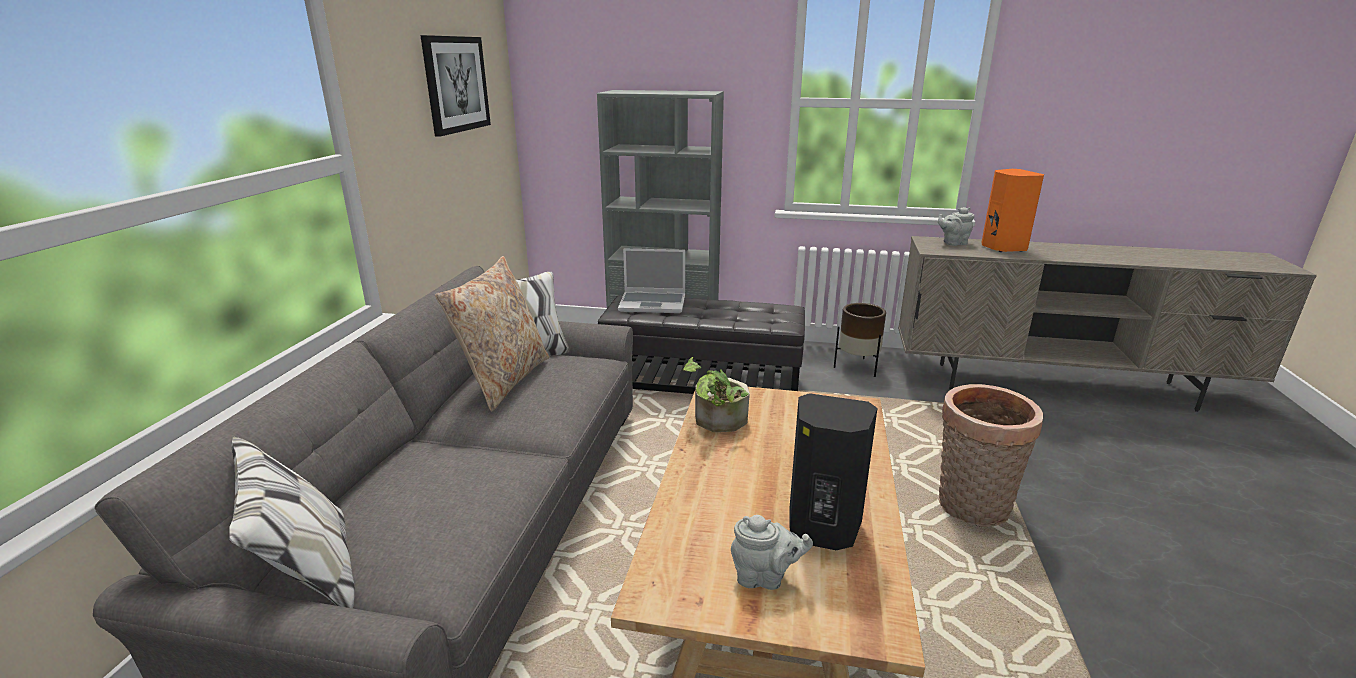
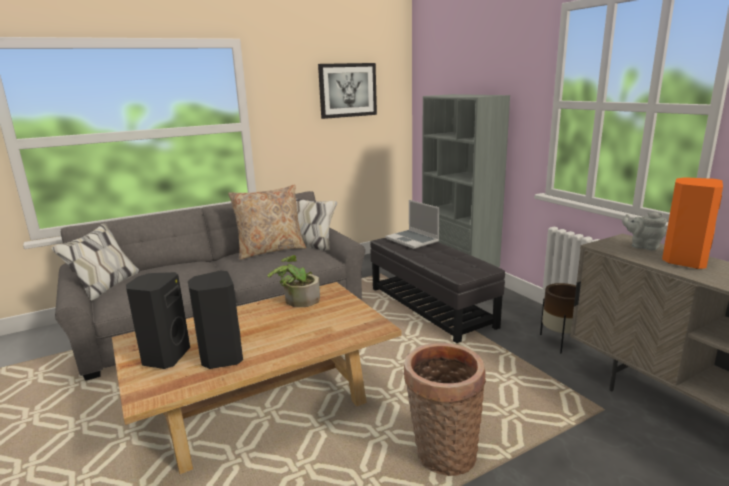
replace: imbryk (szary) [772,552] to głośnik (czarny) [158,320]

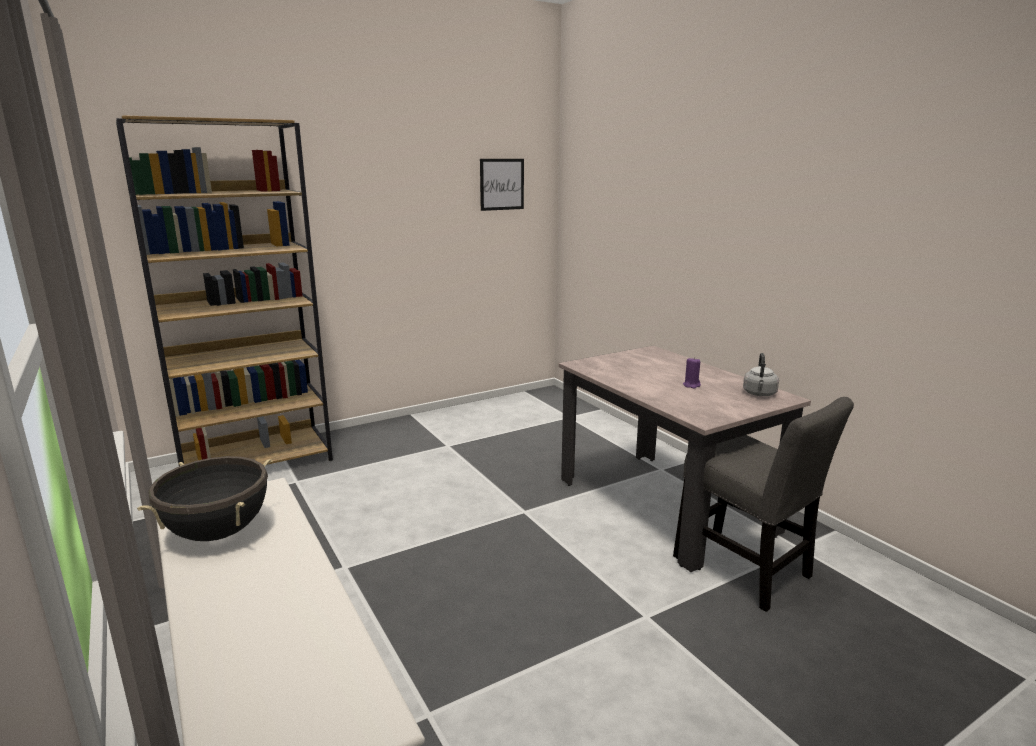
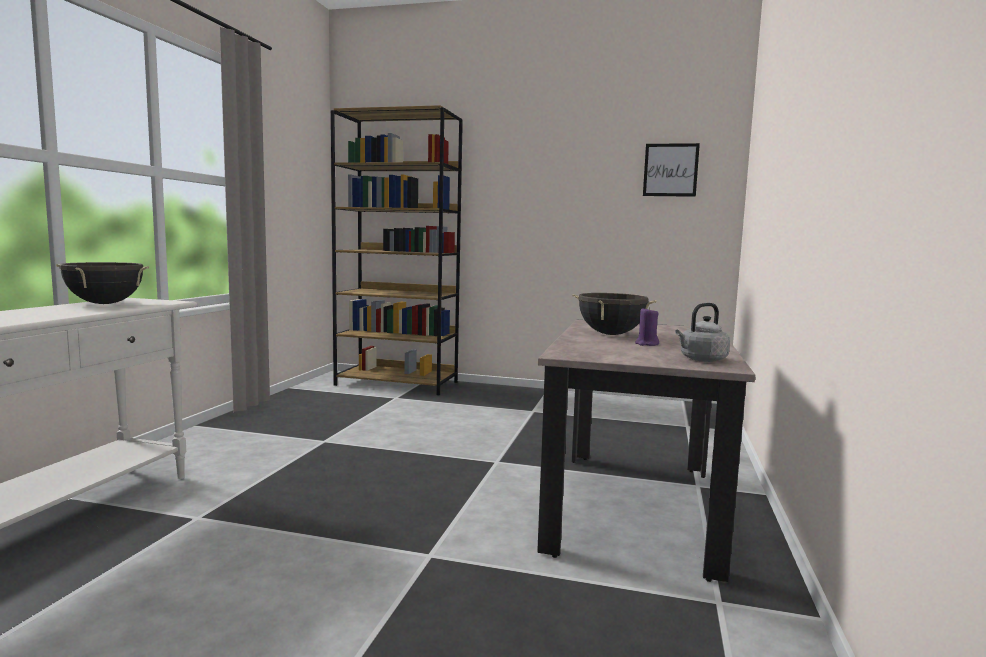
delete: krzesło (szary) [763,504]
insert: garnek (czarny) [614,314]

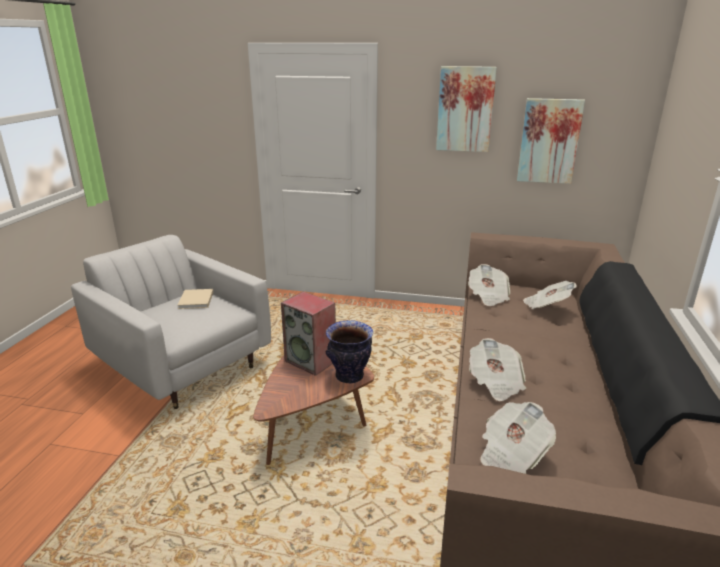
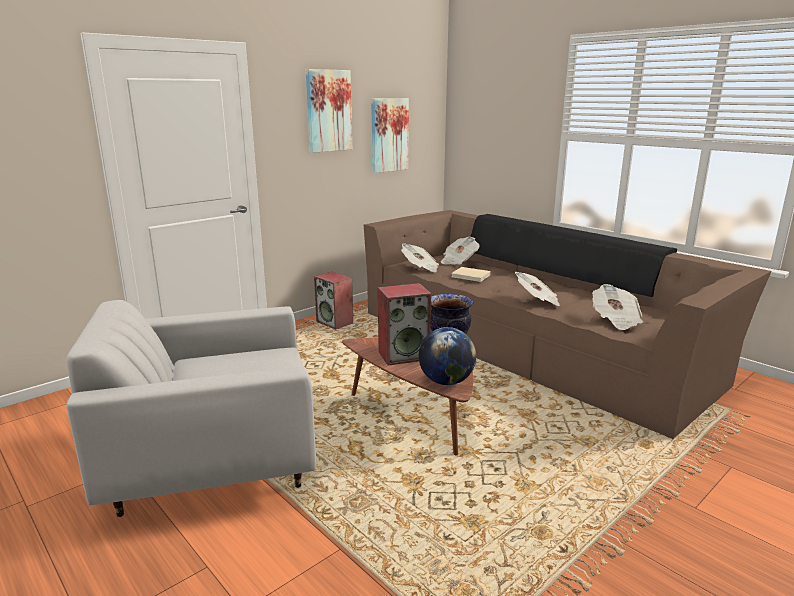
insert: głośnik [333,301]; globus [447,356]
move: książka (beżowy) [195,299] to [471,274]

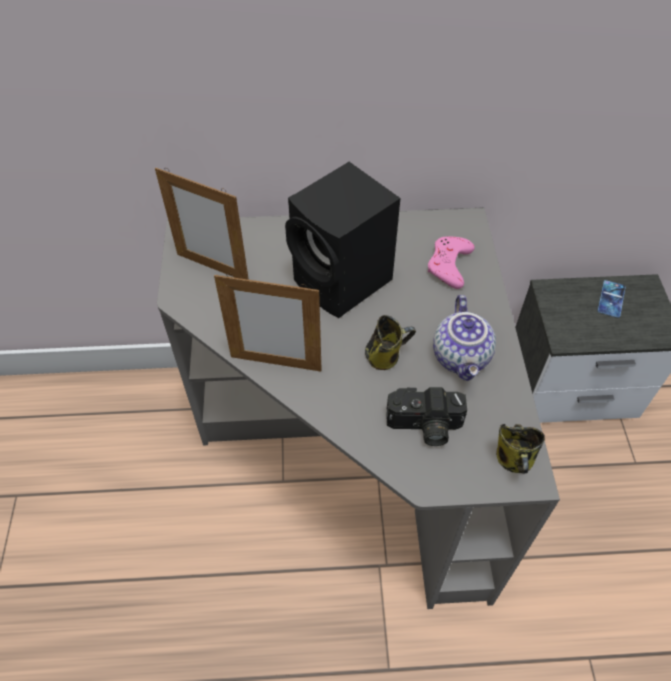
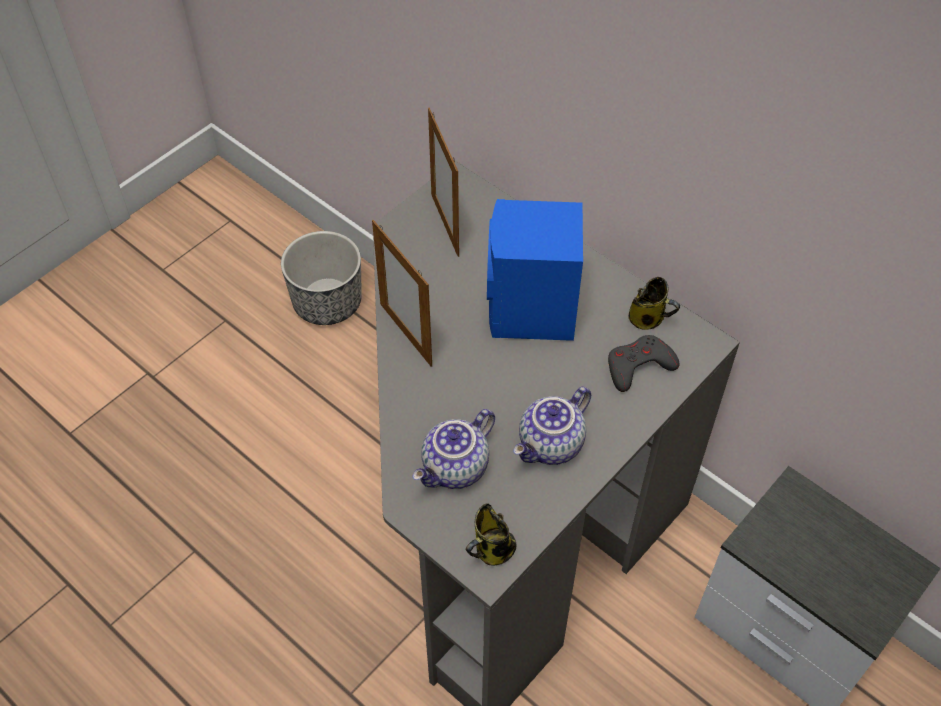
delete: telefon [612,299]
insert: donica [321,278]
move: kubek [390,342] to [654,303]
replace: aparat fotograficzny [426,416] to imbryk [454,449]
recolor: głośnik (czarny) [343,240] to głośnik (niebieski) [535,270]; pad do gier (różowy) [451,262] to pad do gier (szary) [643,363]

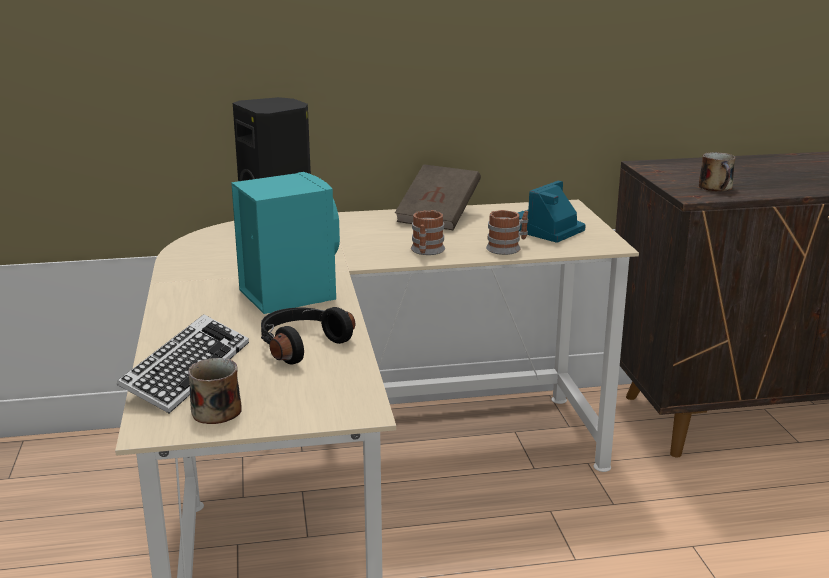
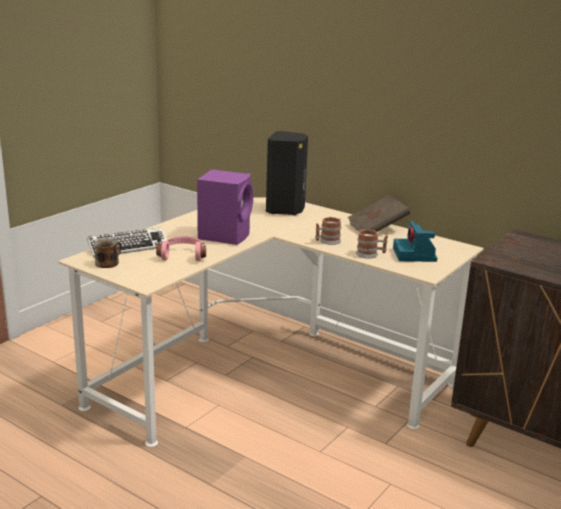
delete: kubek [717,171]
recolor: głośnik (turkusowy) [285,243] to głośnik (fioletowy) [225,207]; słuchawki (czarny) [308,335] to słuchawki (różowy) [181,248]
rotate: aparat fotograficzny [552,212] = [415,241] 90 degrees counterclockwise

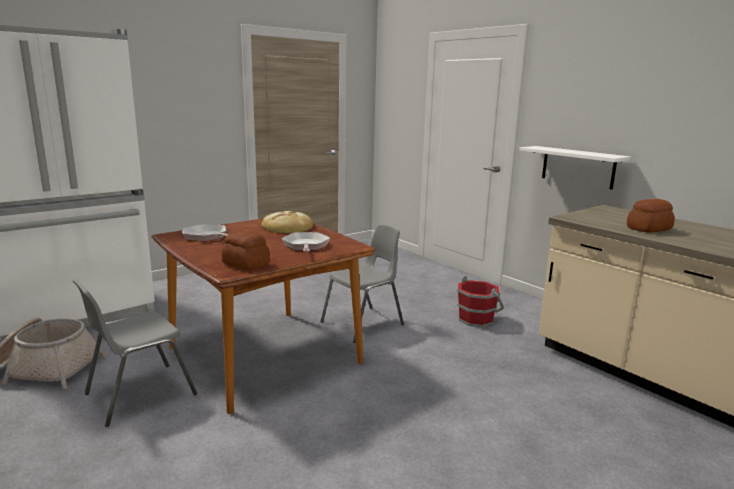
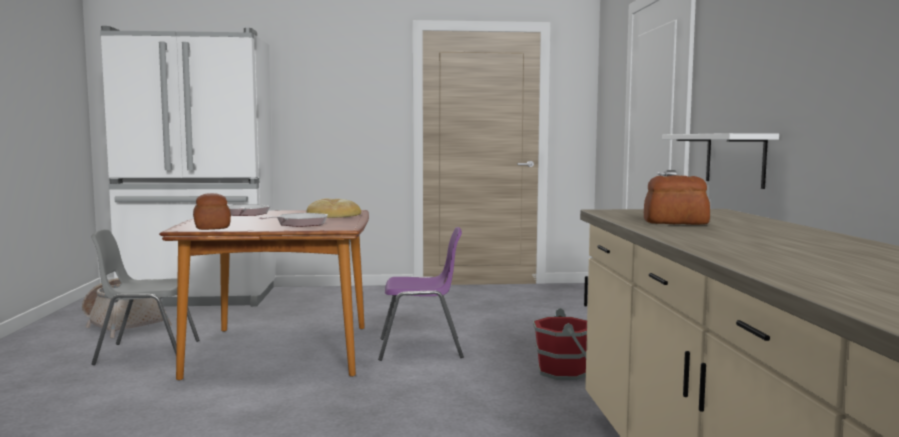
recolor: krzesło (szary) [362,283] to krzesło (fioletowy) [421,294]

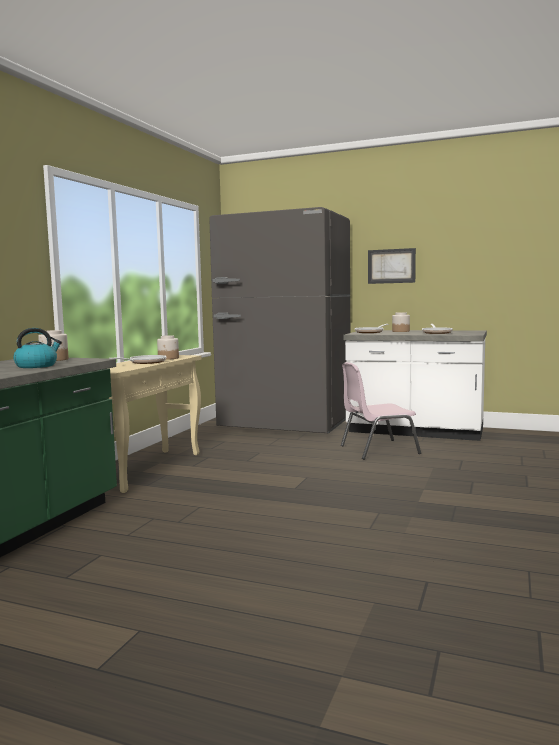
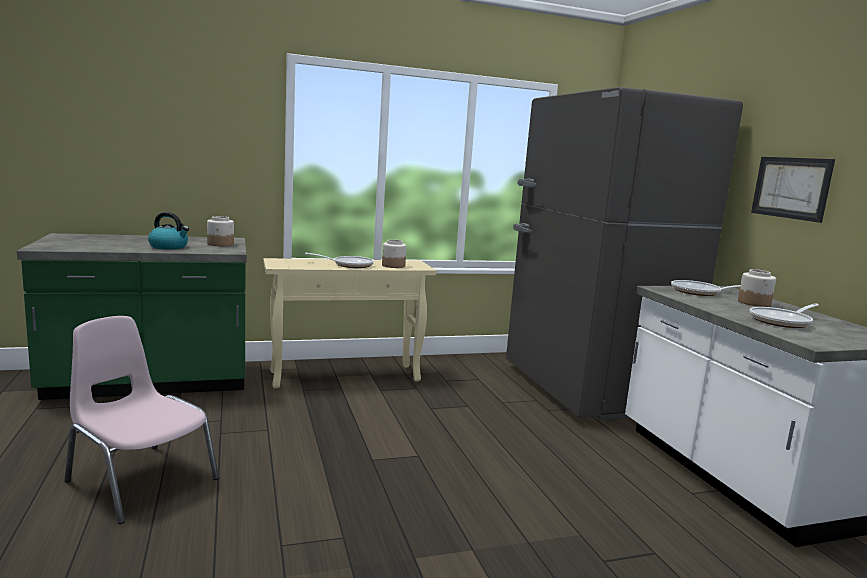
move: krzesło (różowy) [381,411] to [141,420]

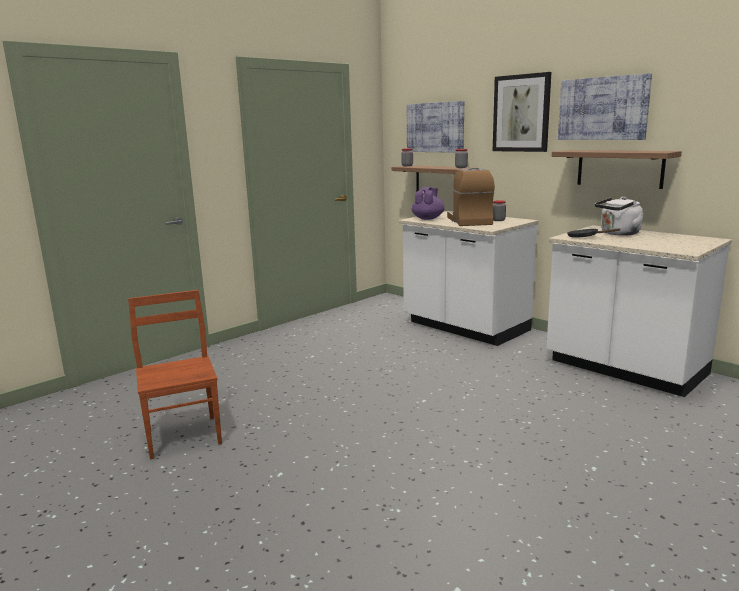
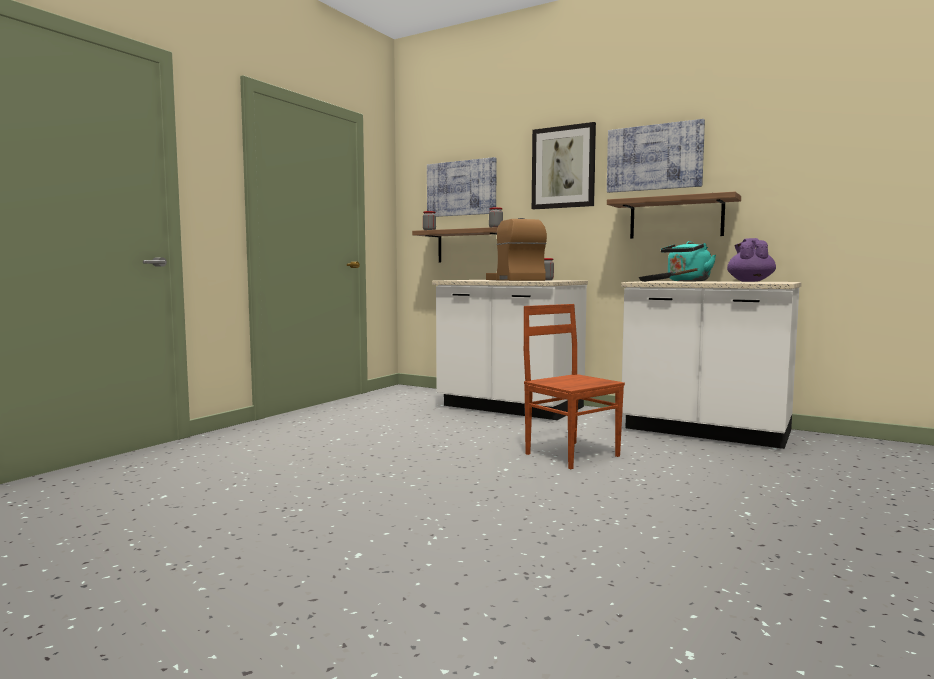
move: krzesło (brązowy) [175,374] to [574,386]; imbryk (fioletowy) [428,203] to [751,260]
recolor: czajnik (biały) [619,216] to czajnik (turkusowy) [688,261]

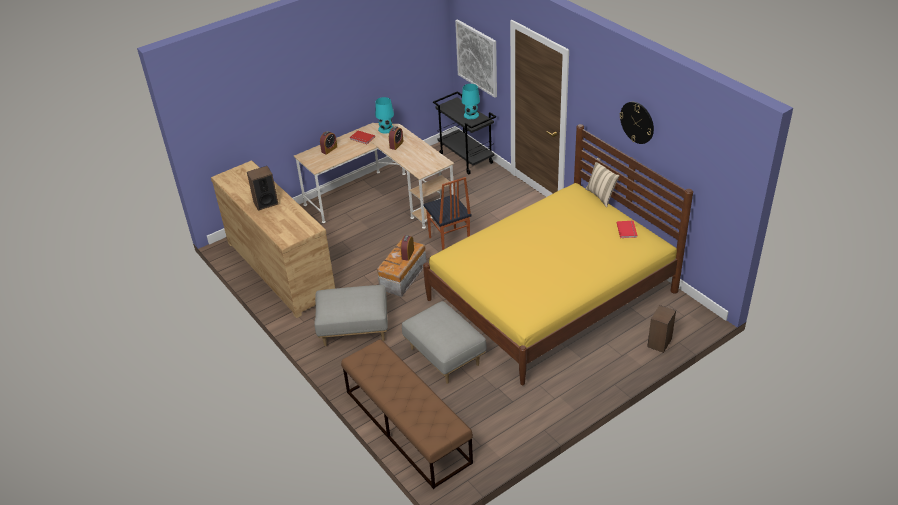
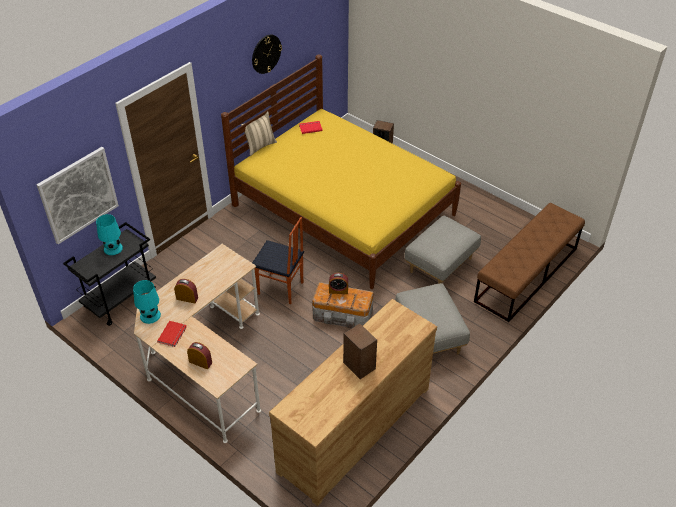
rotate: krzesło [447,213] = [278,260] 60 degrees clockwise

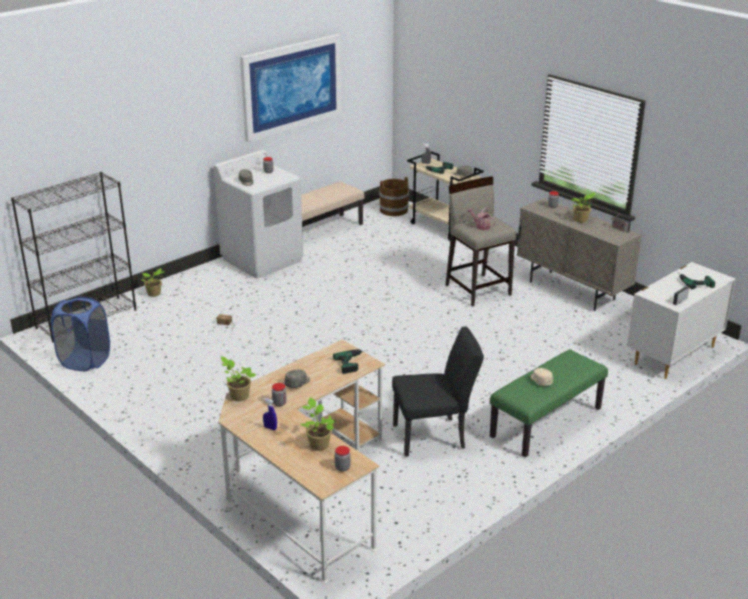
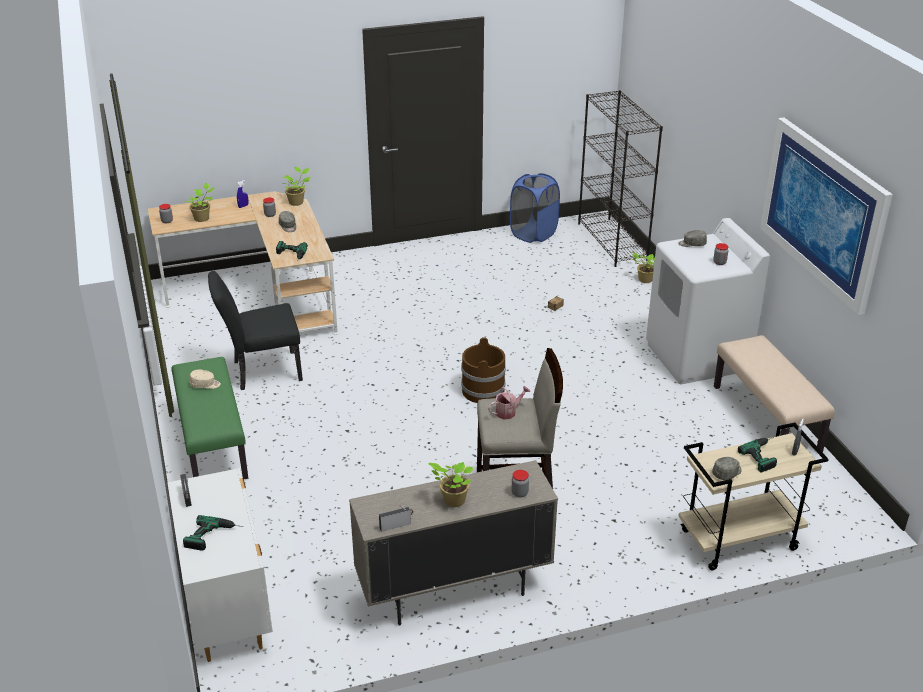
move: wiadro (brązowy) [394,196] to [483,370]
rotate: krzesło (czarny) [438,392] = [255,330] 60 degrees clockwise

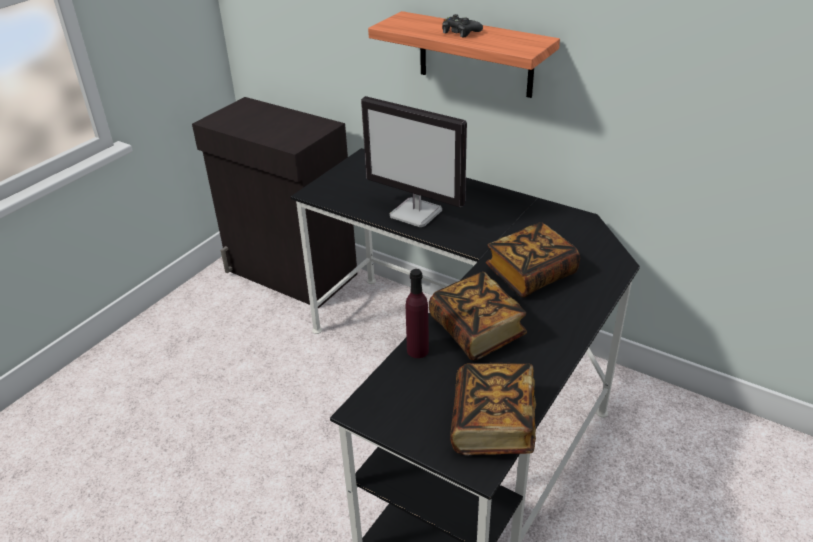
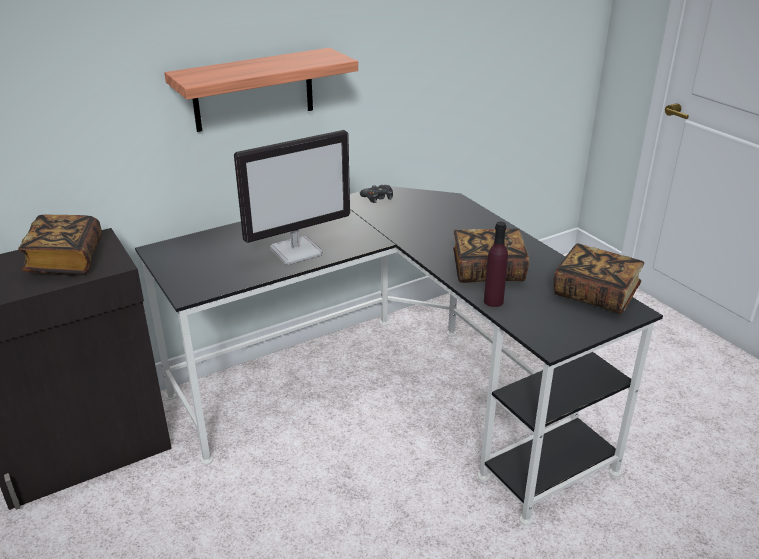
move: pad do gier (czarny) [462,26] to [376,194]; książka [533,260] to [60,245]

